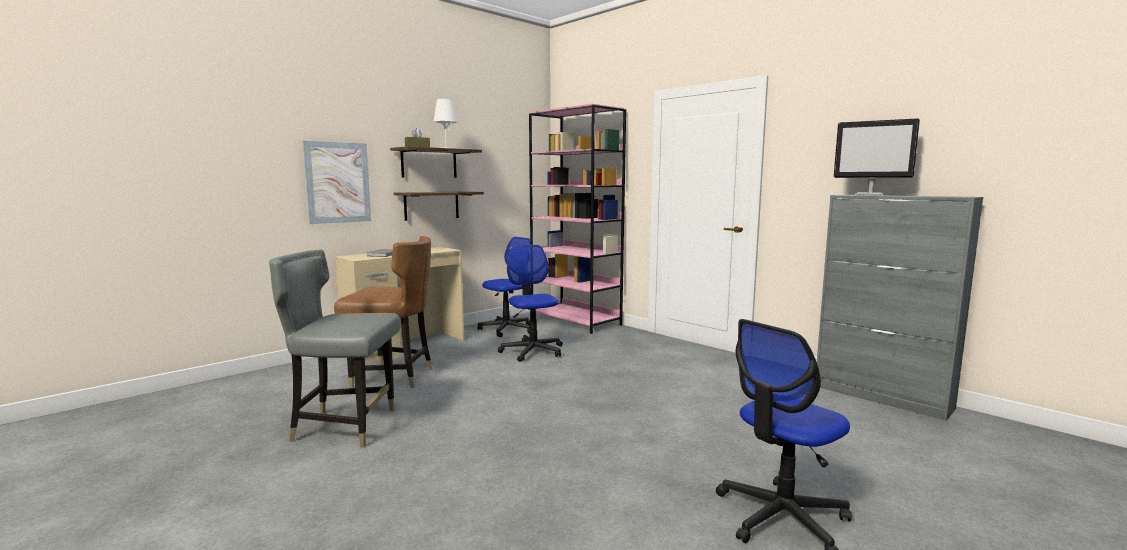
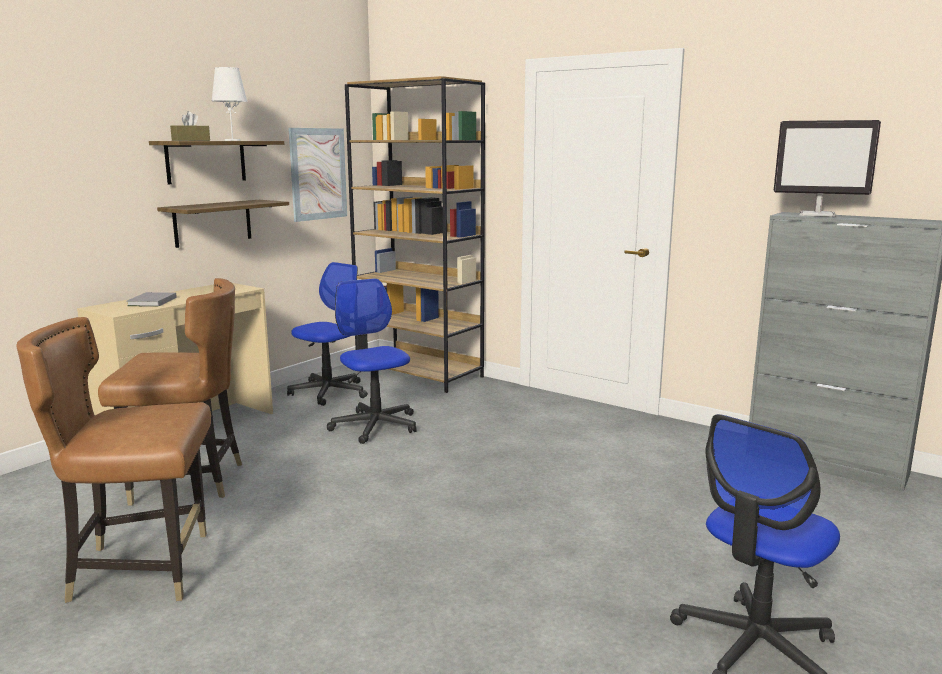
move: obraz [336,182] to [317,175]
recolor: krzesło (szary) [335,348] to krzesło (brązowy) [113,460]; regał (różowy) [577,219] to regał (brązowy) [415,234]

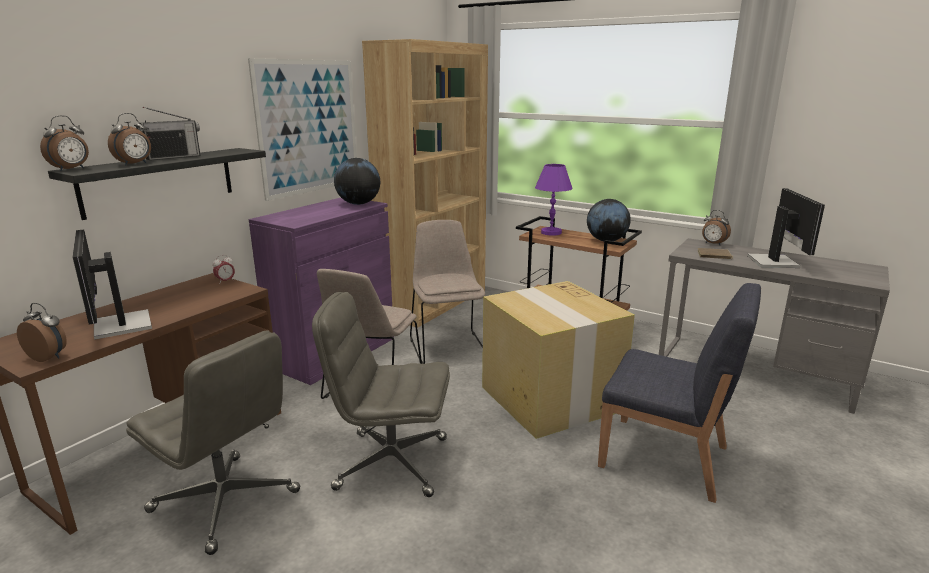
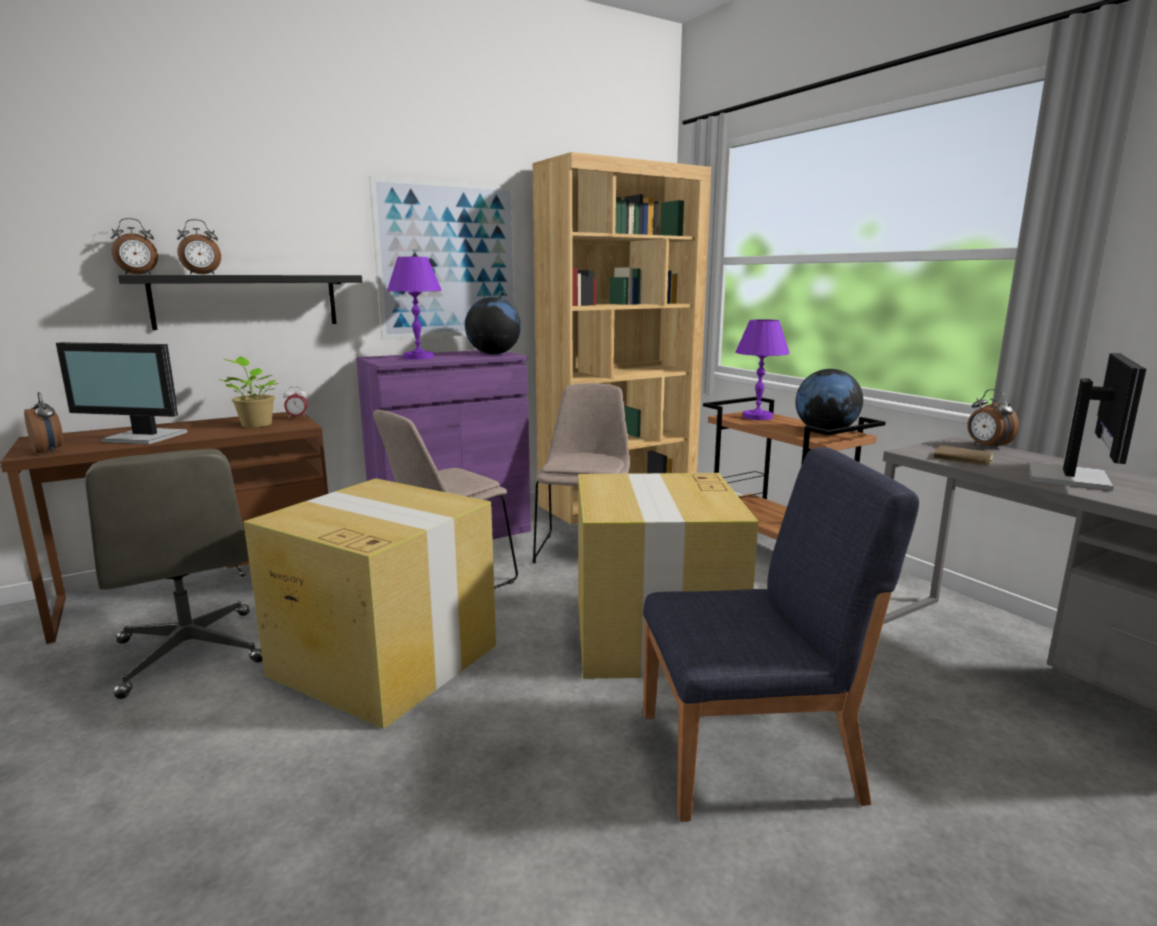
delete: radio [168,133]
insert: roślina doniczkowa [248,392]; lampa stołowa (fioletowy) [414,308]
replace: krzesło biurowe (szary) [381,394] to karton [370,603]
rotate: monitor [112,285] = [121,393] 75 degrees counterclockwise; krzesło (niebieski) [679,393] = [781,634] 60 degrees counterclockwise

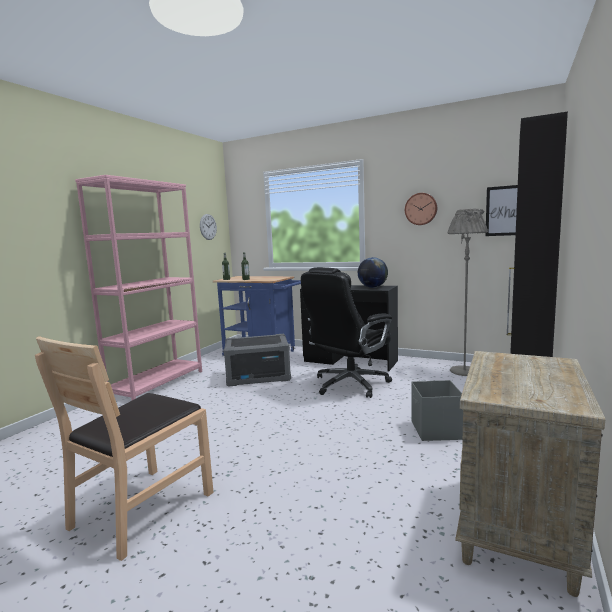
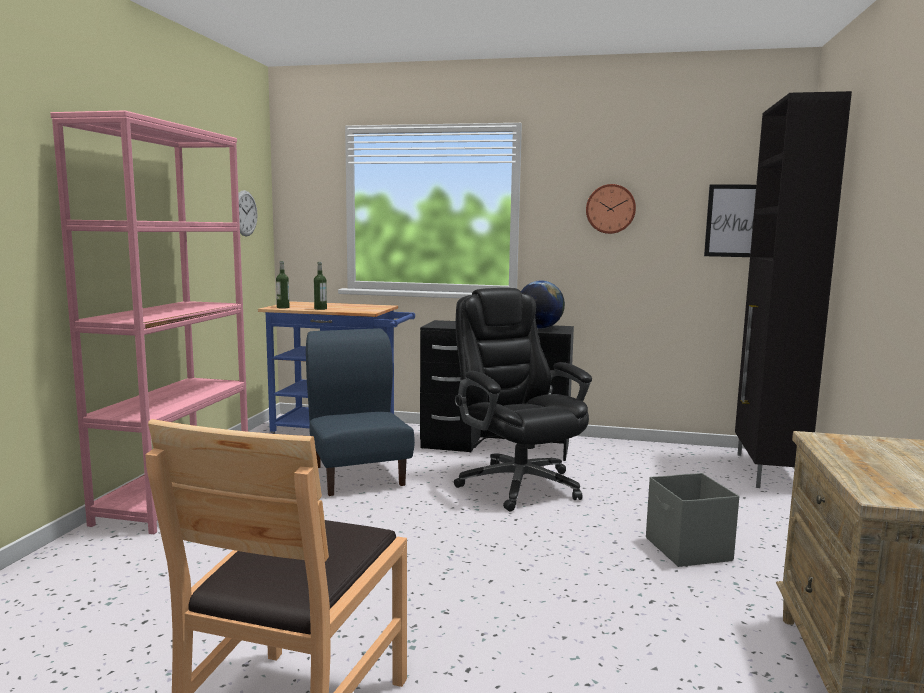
delete: lampa stojąca (szary) [468,292]
replace: pojemnik do przechowywania (szary) [257,360] to krzesło (niebieski) [360,412]
rotate: krzesło biurowe (czarny) [346,332] = [523,400] 120 degrees clockwise

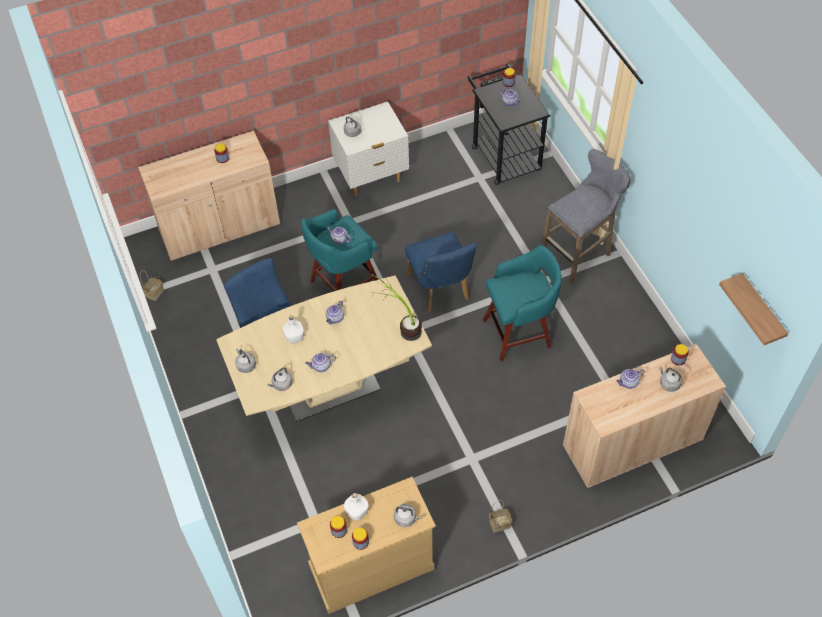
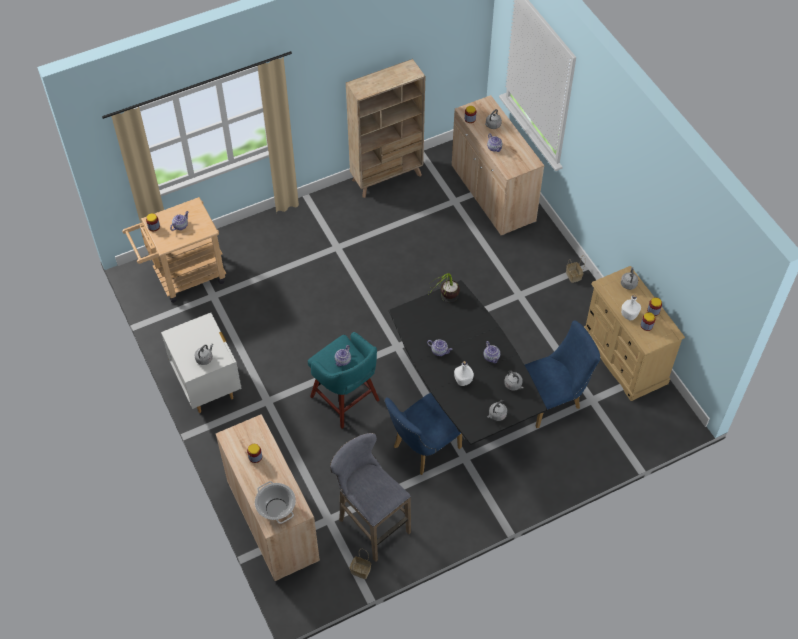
delete: stołek (turkusowy) [522,303]; półka [753,309]
insert: garnek [275,502]; regał (beżowy) [385,128]
move: krzesło (niebieski) [441,272] to [563,374]; stołek (szary) [586,217] to [370,497]
recolor: stół jadalny (beżowy) [324,349] to stół jadalny (czarny) [468,362]; wózek (czarny) [509,124] to wózek (beżowy) [174,250]

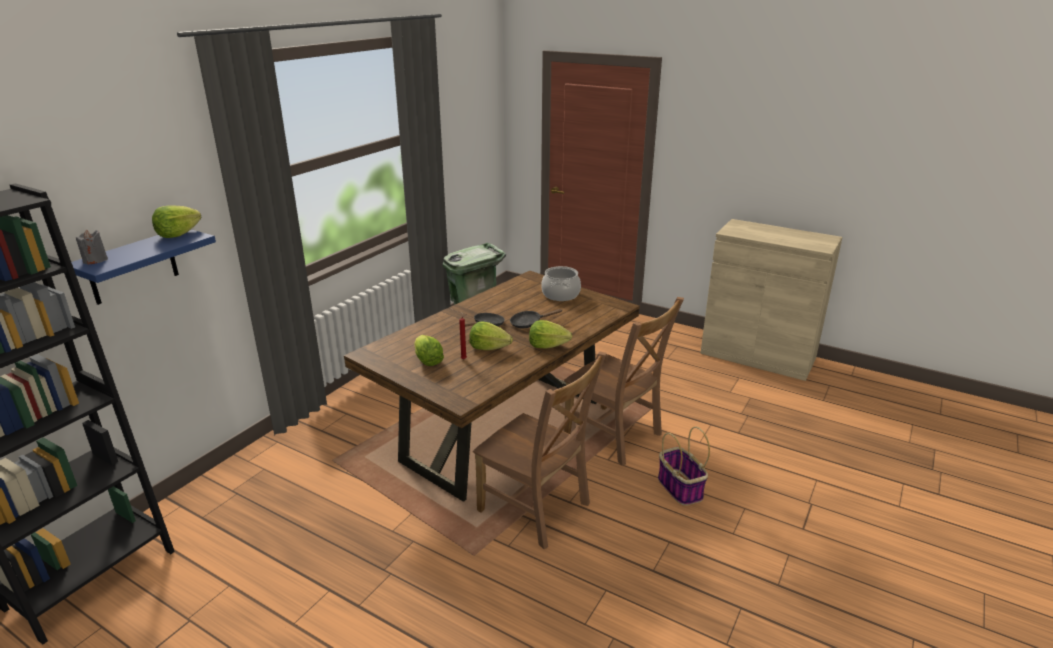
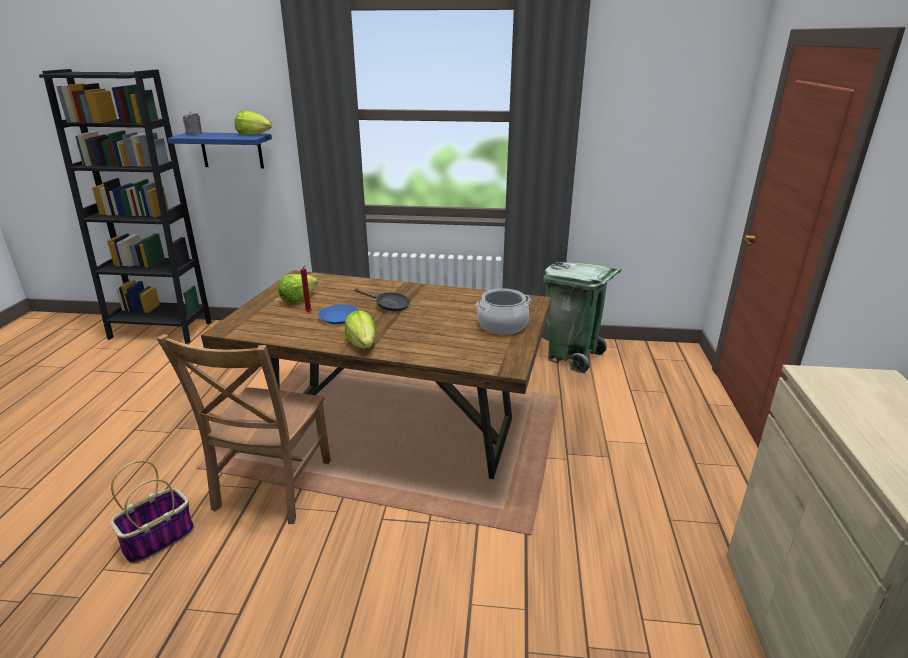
delete: patelnia (czarny) [536,318]; krzesło (brązowy) [624,381]
move: koszyk [684,466] to [152,512]
replace: sałata [491,335] to talerz (niebieski) [338,314]

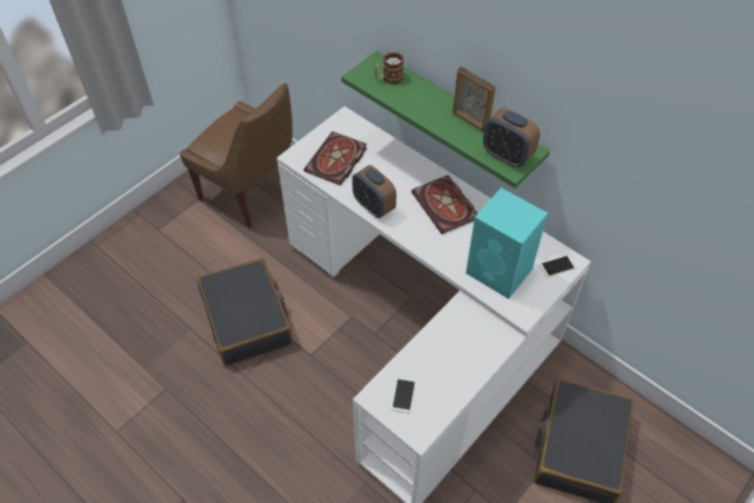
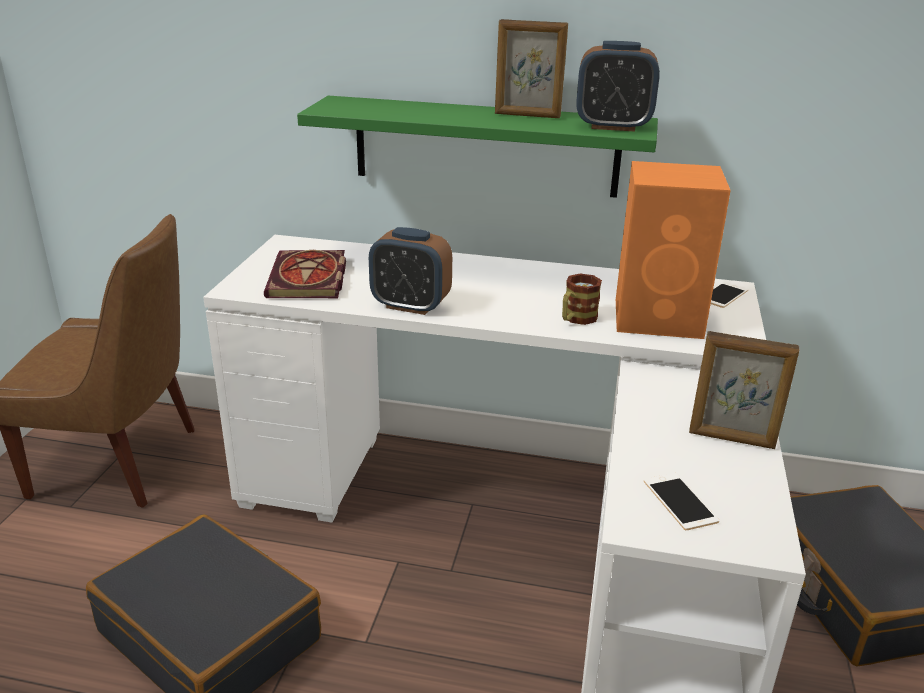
delete: książka [444,204]
insert: ramka na zdjęcie [744,390]
move: kubek [389,68] to [582,299]
recolor: głośnik (turkusowy) [507,243] to głośnik (pomarańczowy) [673,250]

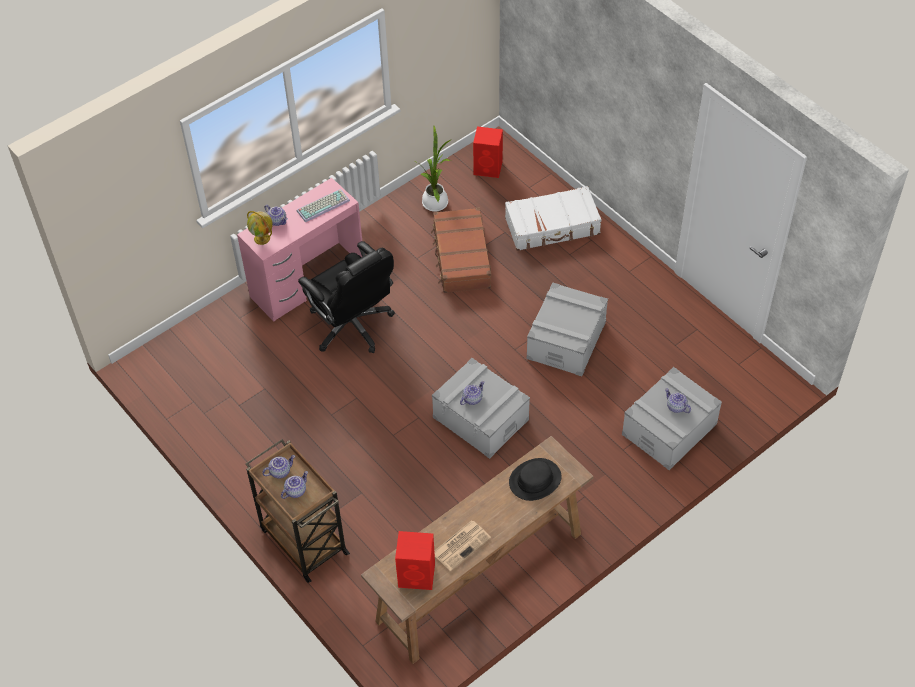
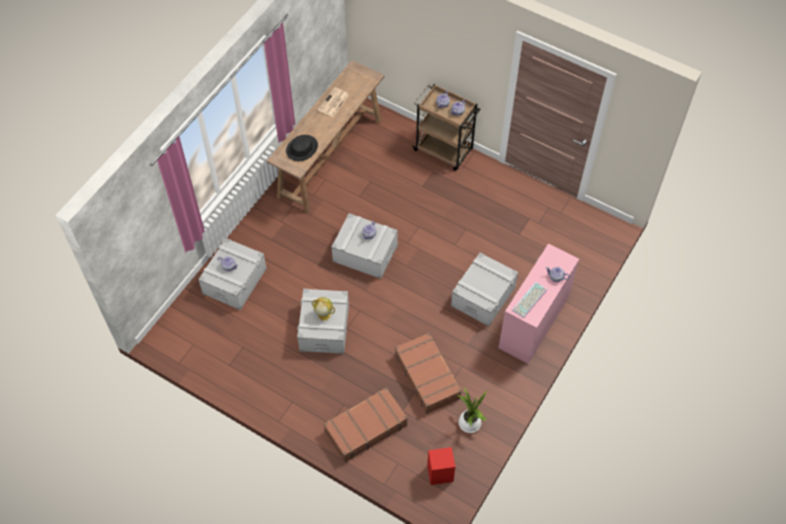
delete: głośnik (czerwony) [415,560]
move: globus [260,228] to [323,308]
replace: krzesło biurowe (czarny) [346,297] to pojemnik do przechowywania (szary) [484,289]
recolor: walizka (biały) [553,218] to walizka (brązowy) [366,424]

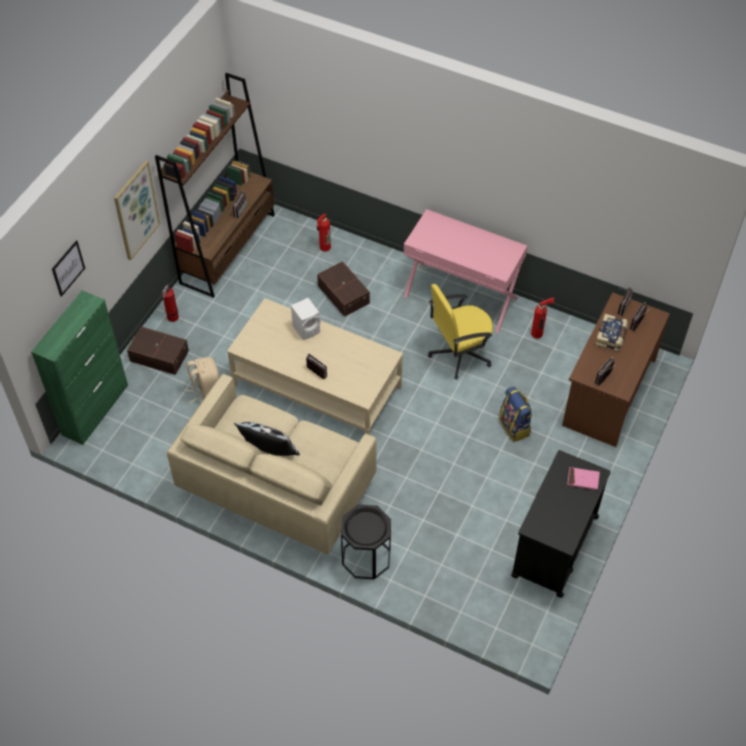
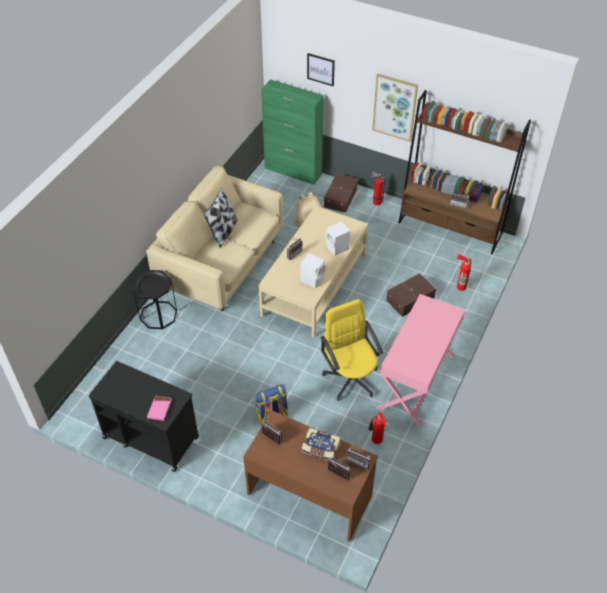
insert: głośnik (biały) [312,271]

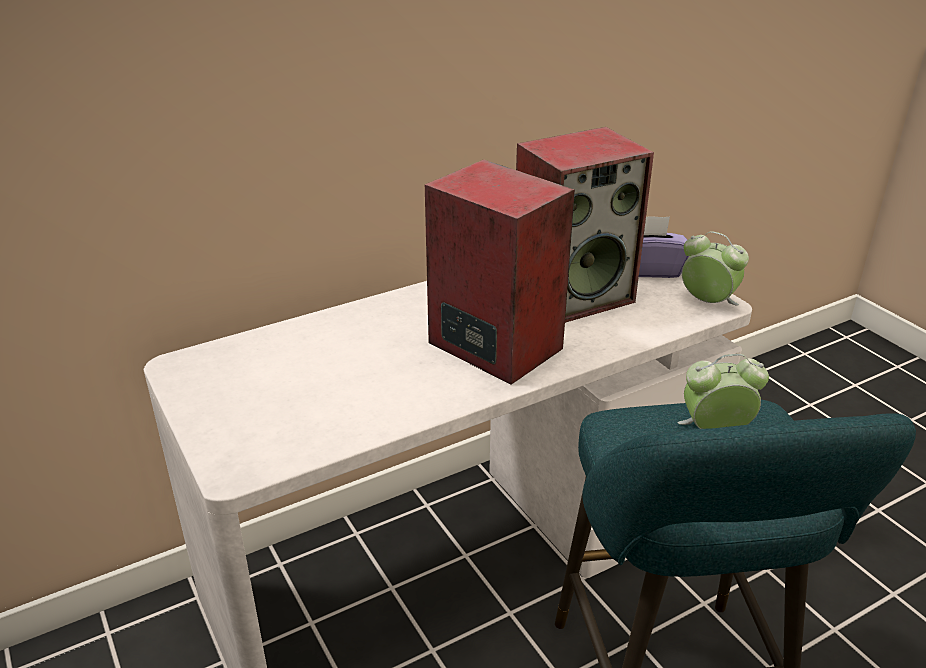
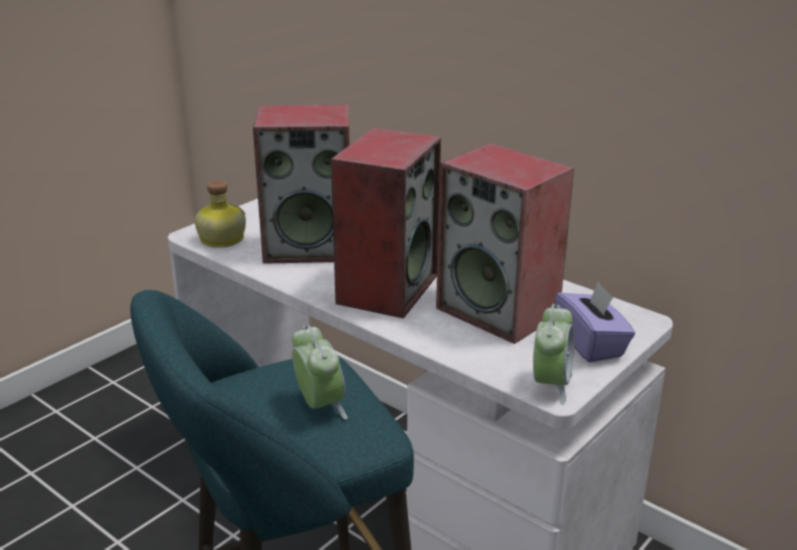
insert: butelka [220,214]; głośnik [301,184]

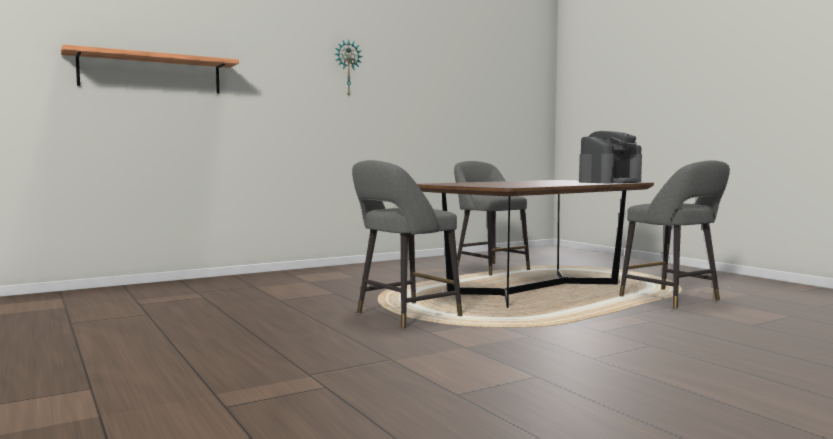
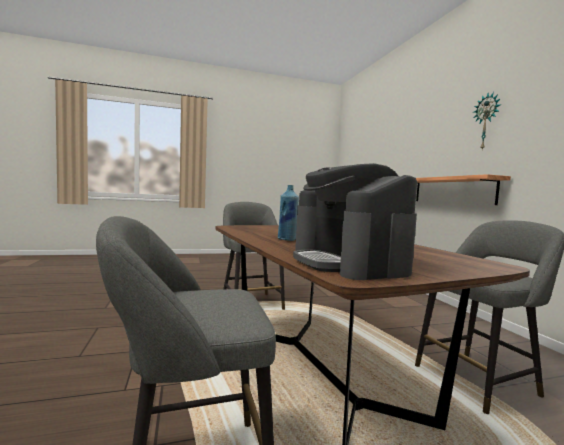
insert: butelka (niebieski) [288,213]
move: półka [150,69] to [463,189]

